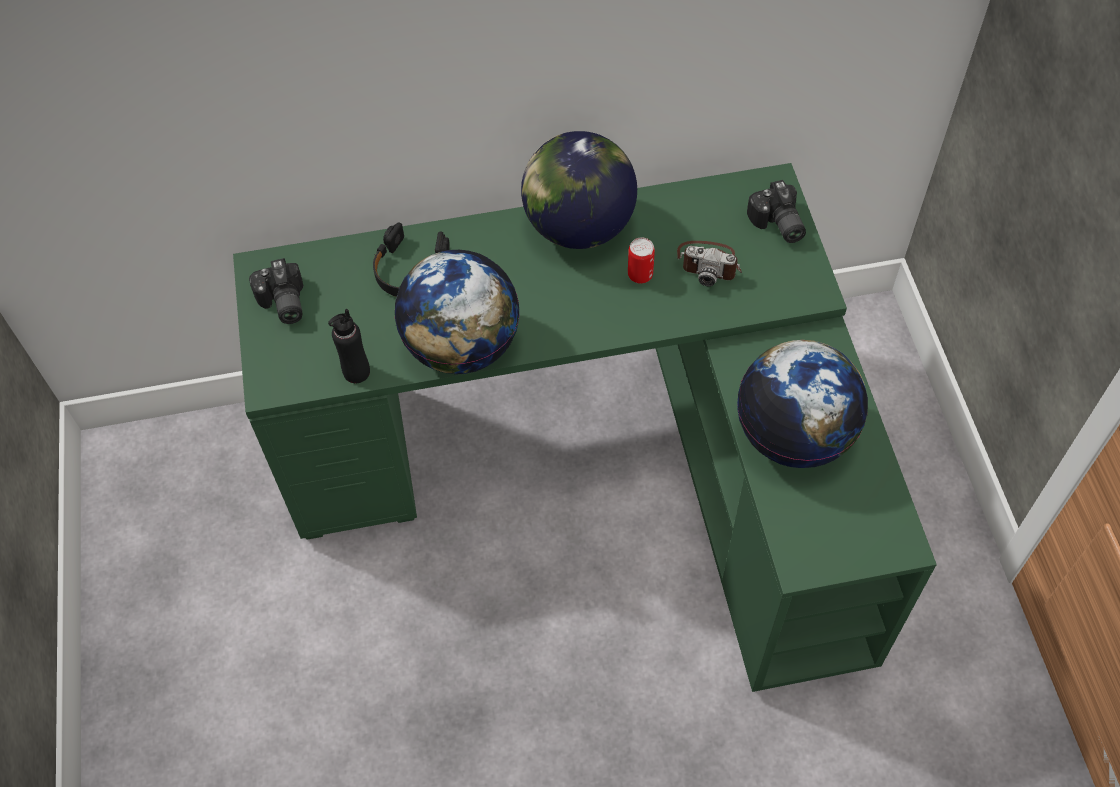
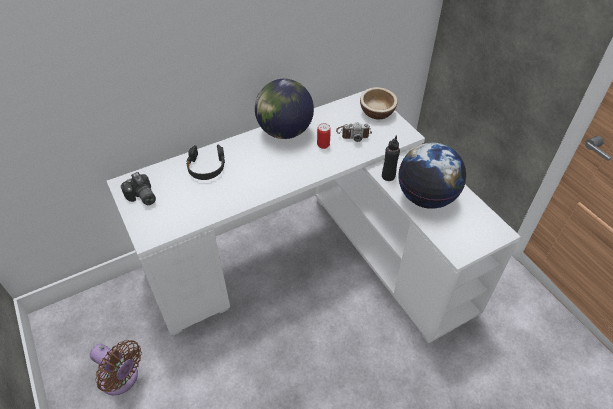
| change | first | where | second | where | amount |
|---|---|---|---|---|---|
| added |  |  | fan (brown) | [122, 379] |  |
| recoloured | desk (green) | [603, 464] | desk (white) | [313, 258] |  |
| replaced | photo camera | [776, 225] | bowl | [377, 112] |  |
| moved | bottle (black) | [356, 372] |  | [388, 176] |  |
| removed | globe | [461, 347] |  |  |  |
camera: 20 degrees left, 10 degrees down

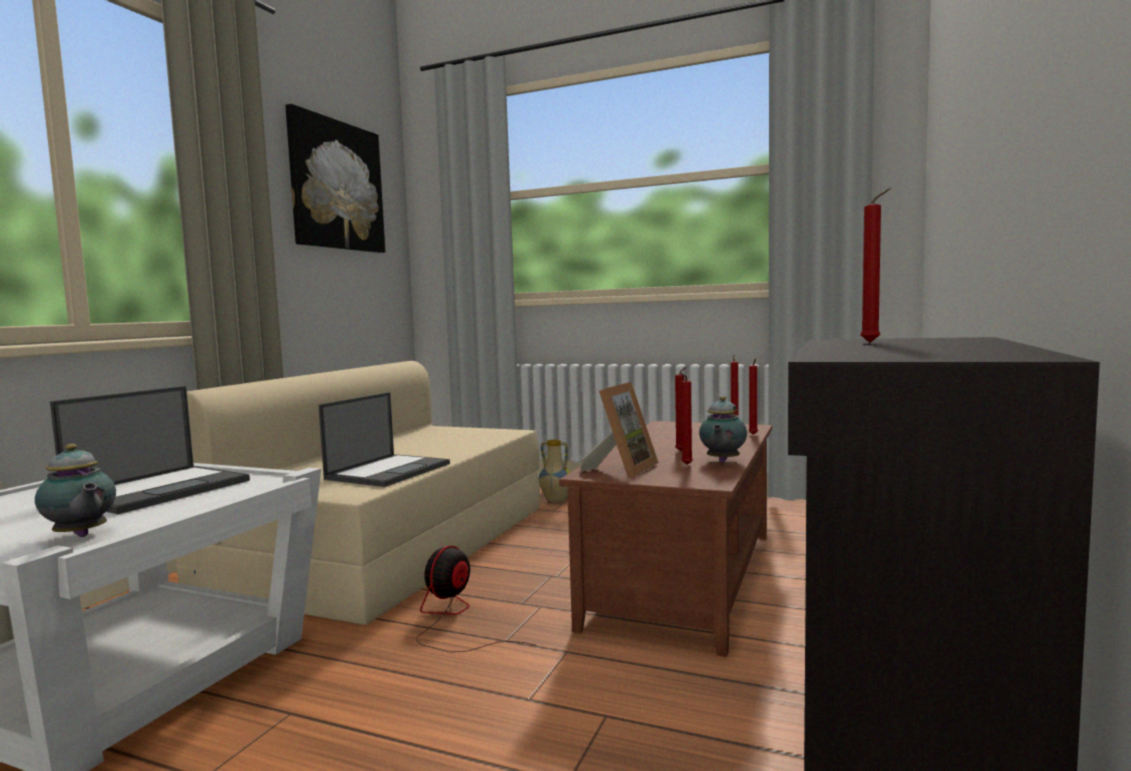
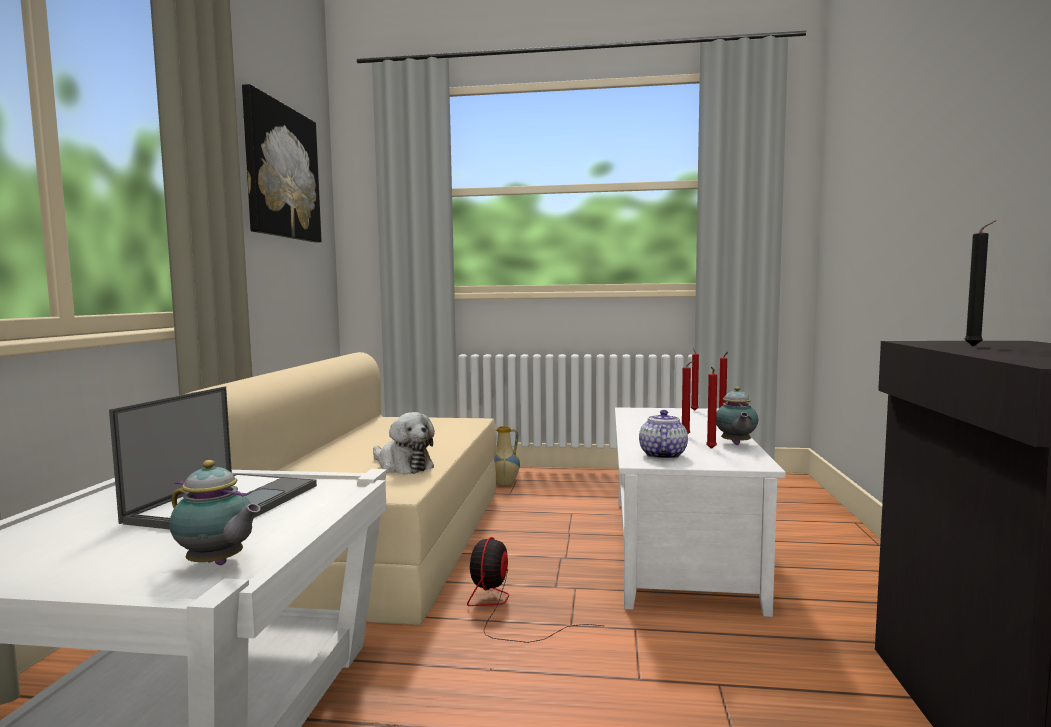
| change | first | where | second | where | amount |
|---|---|---|---|---|---|
| replaced | laptop | [389, 471] | plush toy | [402, 466] |  |
| recoloured | coffee table (brown) | [682, 577] | coffee table (white) | [676, 548] |  |
| replaced | picture frame | [622, 469] | teapot | [662, 455] |  |
| recoloured | candle (red) | [873, 342] | candle (black) | [976, 346] |  |
camera: 15 degrees left, 0 degrees up

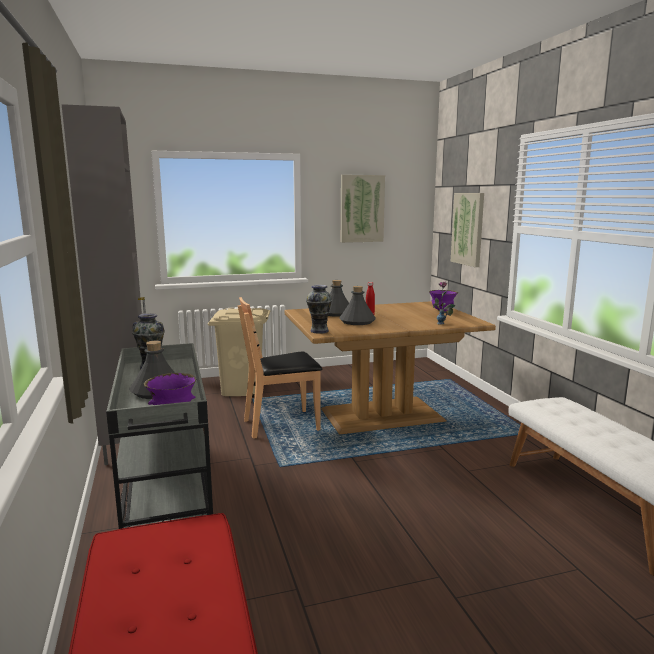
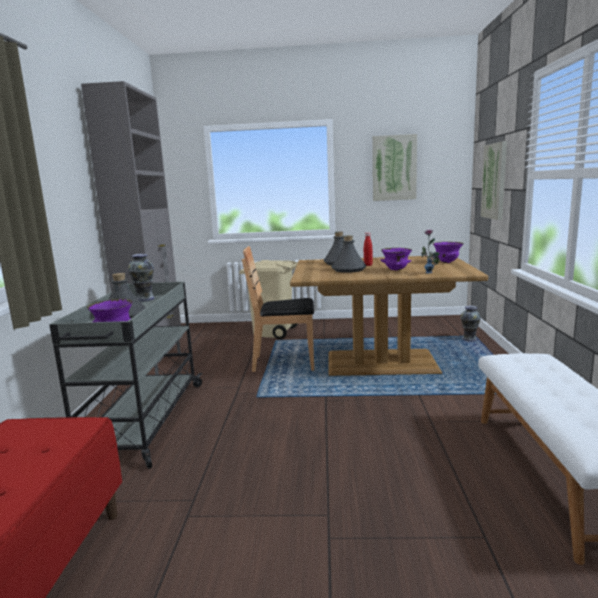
| change | first | where | second | where | amount |
|---|---|---|---|---|---|
| added |  |  | bowl (purple) | [396, 270] |  |
| moved | vase | [319, 331] |  | [469, 339] |  |
camera: 20 degrees right, 0 degrees up

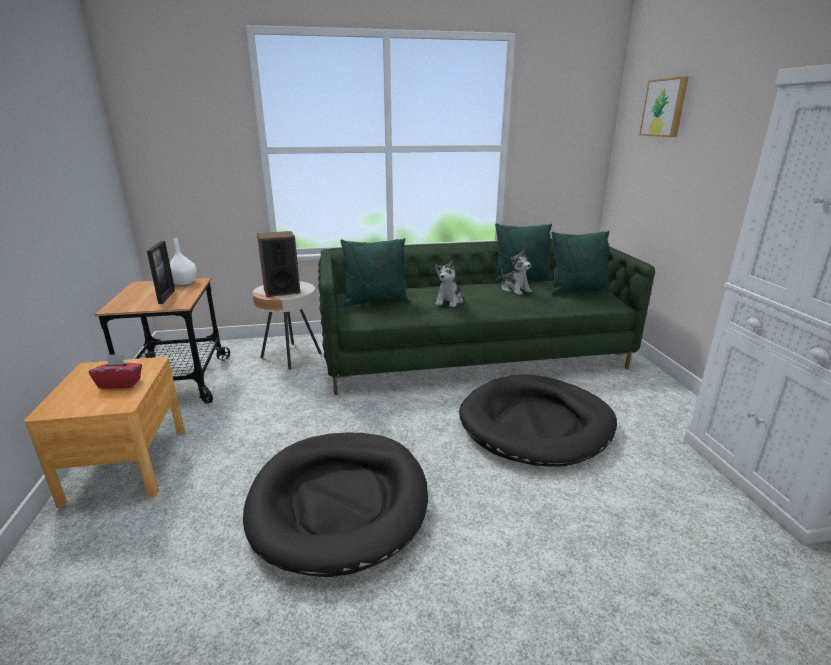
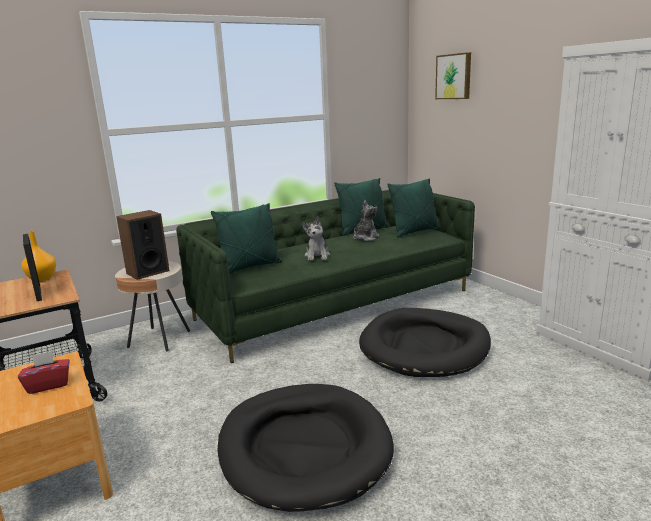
| change | first | where | second | where | amount |
|---|---|---|---|---|---|
| recoloured | vase (white) | [184, 282] | vase (orange) | [43, 278] |  |
| turned | plush toy | [515, 289] |  | [365, 238] | 90 degrees counterclockwise |
camera: 20 degrees left, 5 degrees down

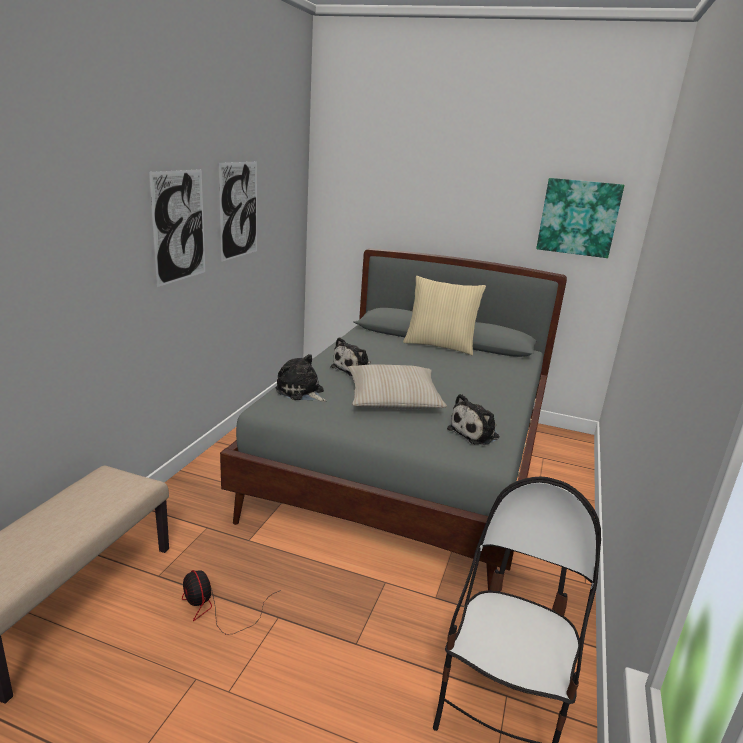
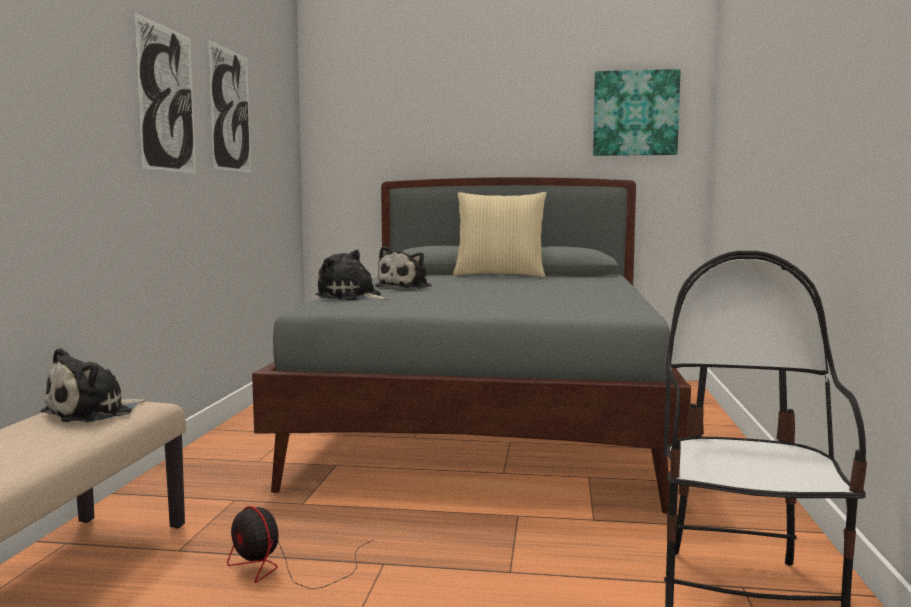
| change | first | where | second | where | amount |
|---|---|---|---|---|---|
| moved | plush toy | [476, 433] |  | [93, 412] |  |
| removed | pillow (beige) | [393, 398] |  |  |  |
camera: 10 degrees left, 15 degrees down

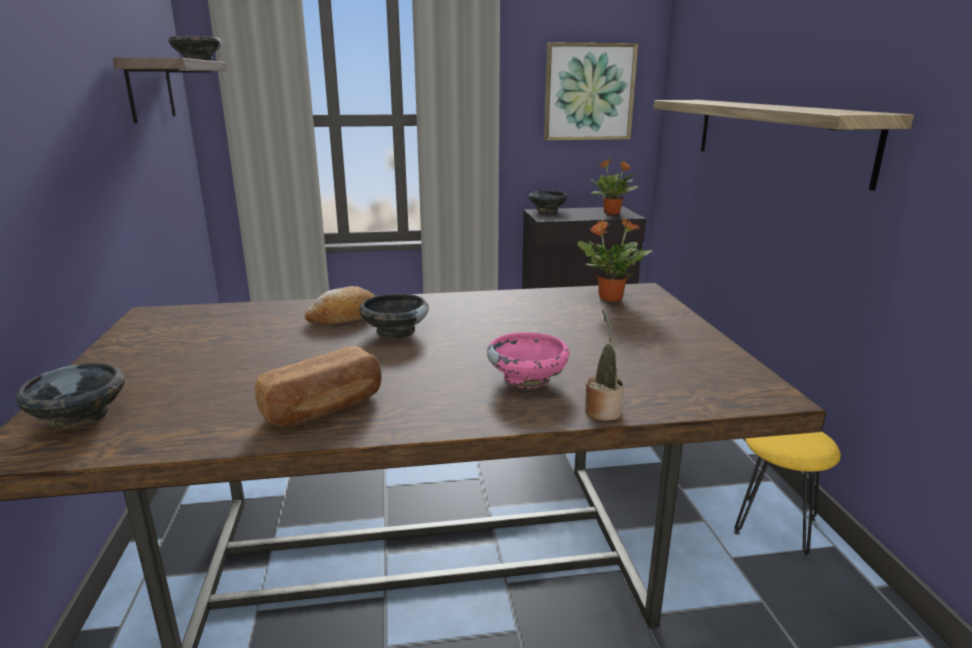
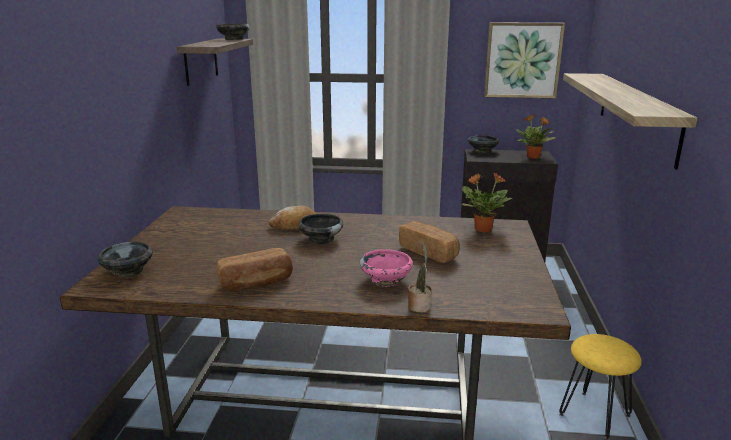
| change | first | where | second | where | amount |
|---|---|---|---|---|---|
| added |  |  | bread | [429, 252] |  |
camera: 15 degrees right, 0 degrees up

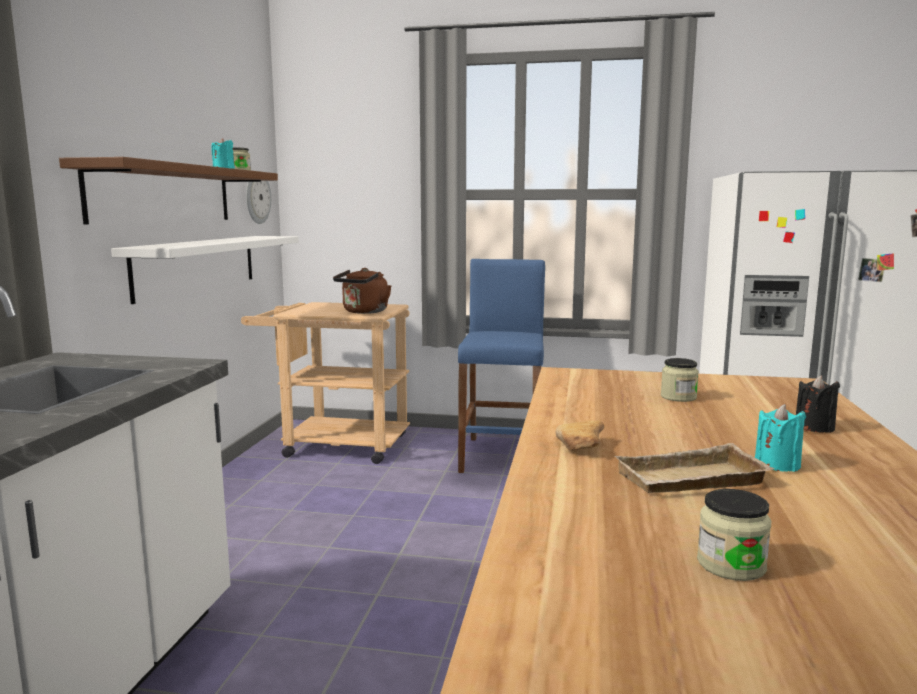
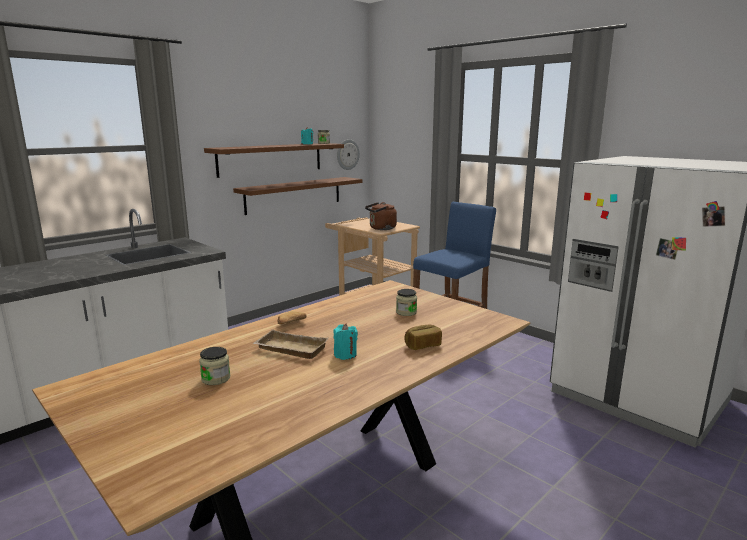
| change | first | where | second | where | amount |
|---|---|---|---|---|---|
| recoloured | shelf (white) | [198, 265] | shelf (brown) | [294, 195] |  |
| replaced | candle (black) | [814, 427] | bread | [422, 345] |  |
camera: 35 degrees right, 5 degrees up

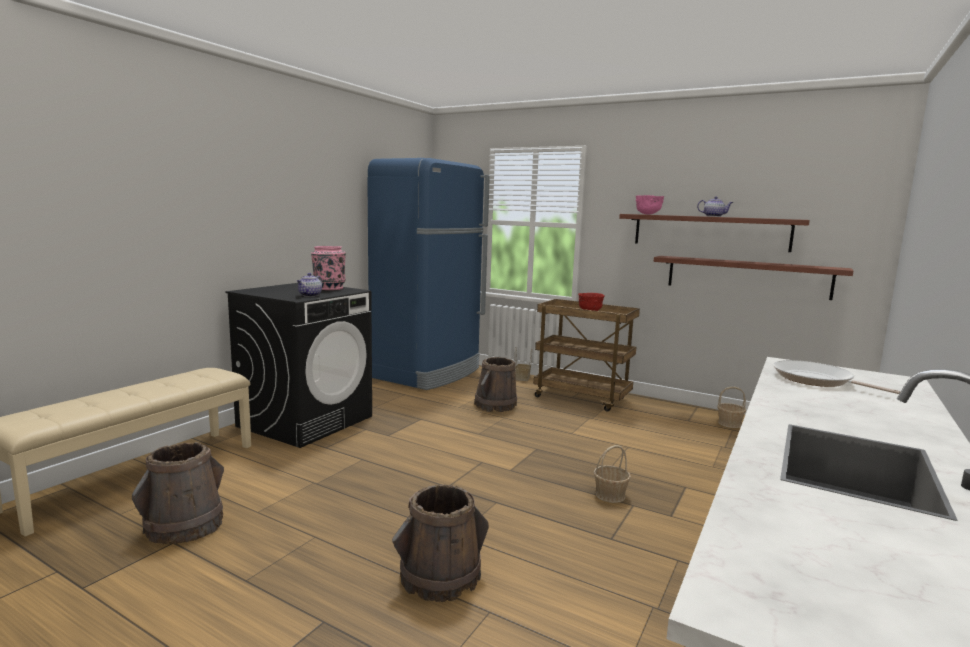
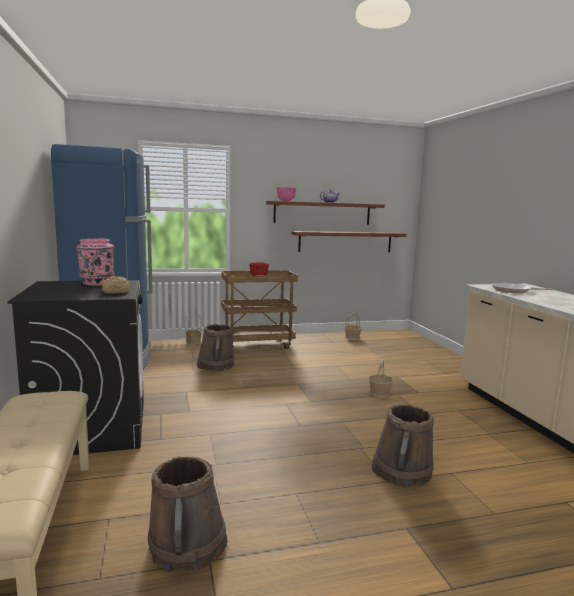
| change | first | where | second | where | amount |
|---|---|---|---|---|---|
| replaced | teapot | [310, 295] | bread | [117, 291] |  |
camera: 45 degrees left, 0 degrees up

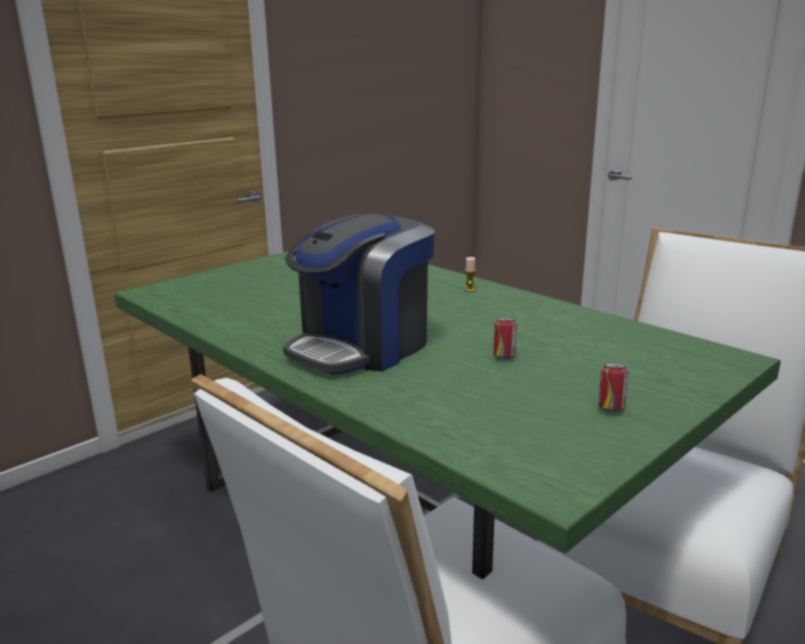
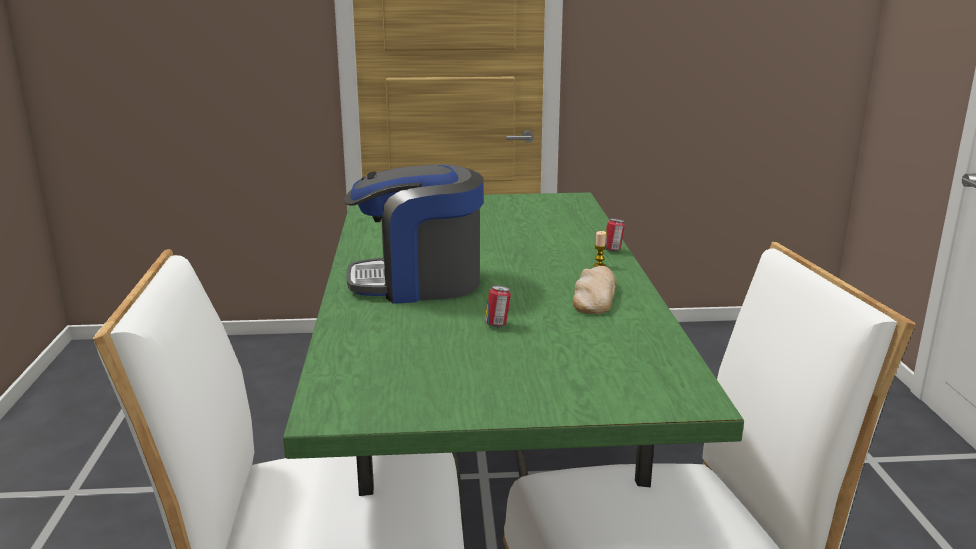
| change | first | where | second | where | amount |
|---|---|---|---|---|---|
| added |  |  | bread | [594, 295] |  |
| moved | can | [611, 409] |  | [613, 250] |  |
camera: 40 degrees right, 0 degrees up

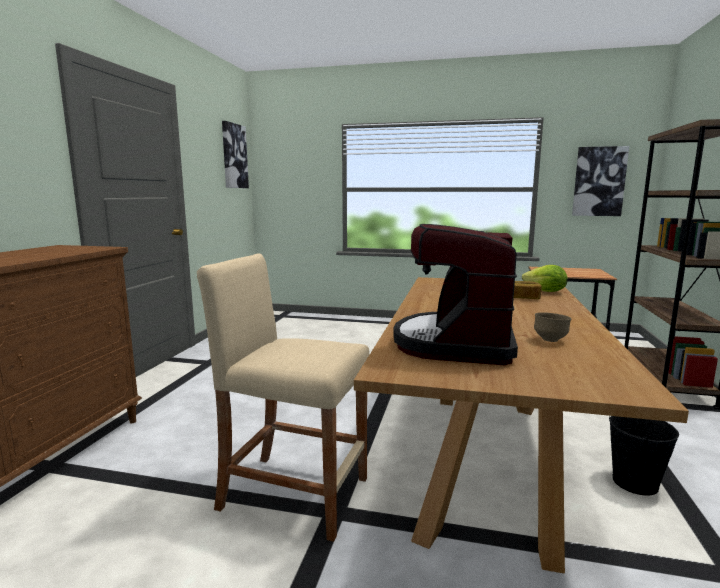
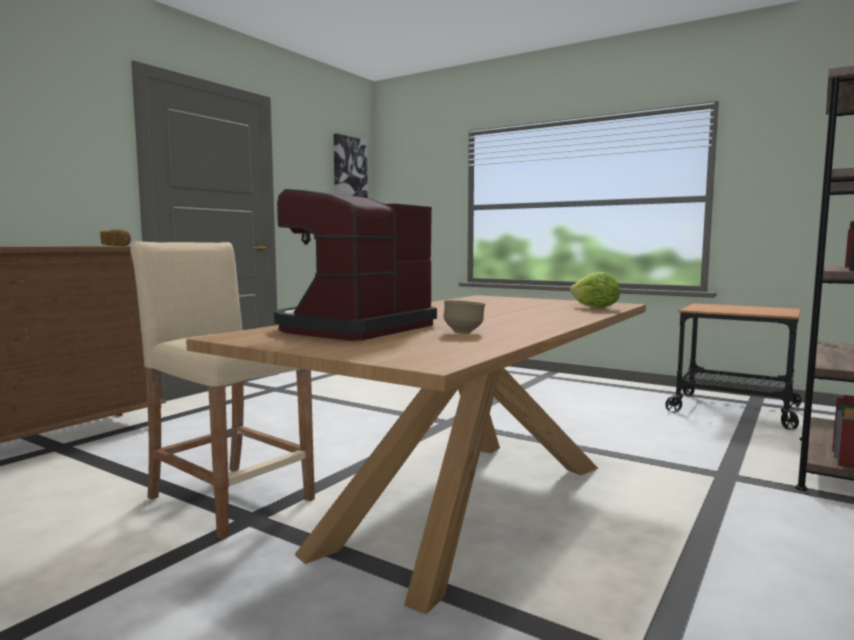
| change | first | where | second | where | amount |
|---|---|---|---|---|---|
| moved | bread | [524, 298] |  | [117, 246] |  |
| removed | picture | [599, 181] |  |  |  |
| removed | bucket (black) | [635, 482] |  |  |  |
camera: 20 degrees right, 5 degrees down

